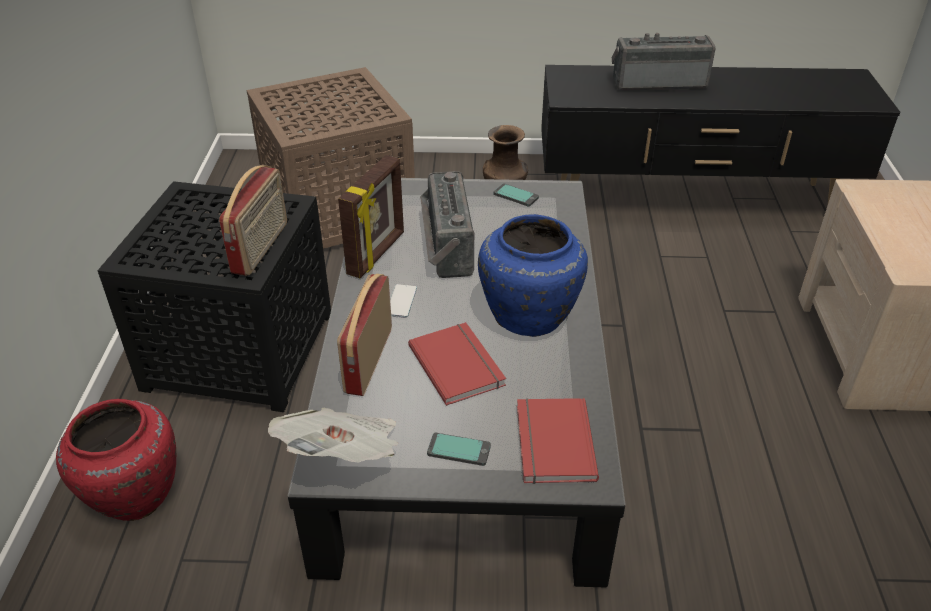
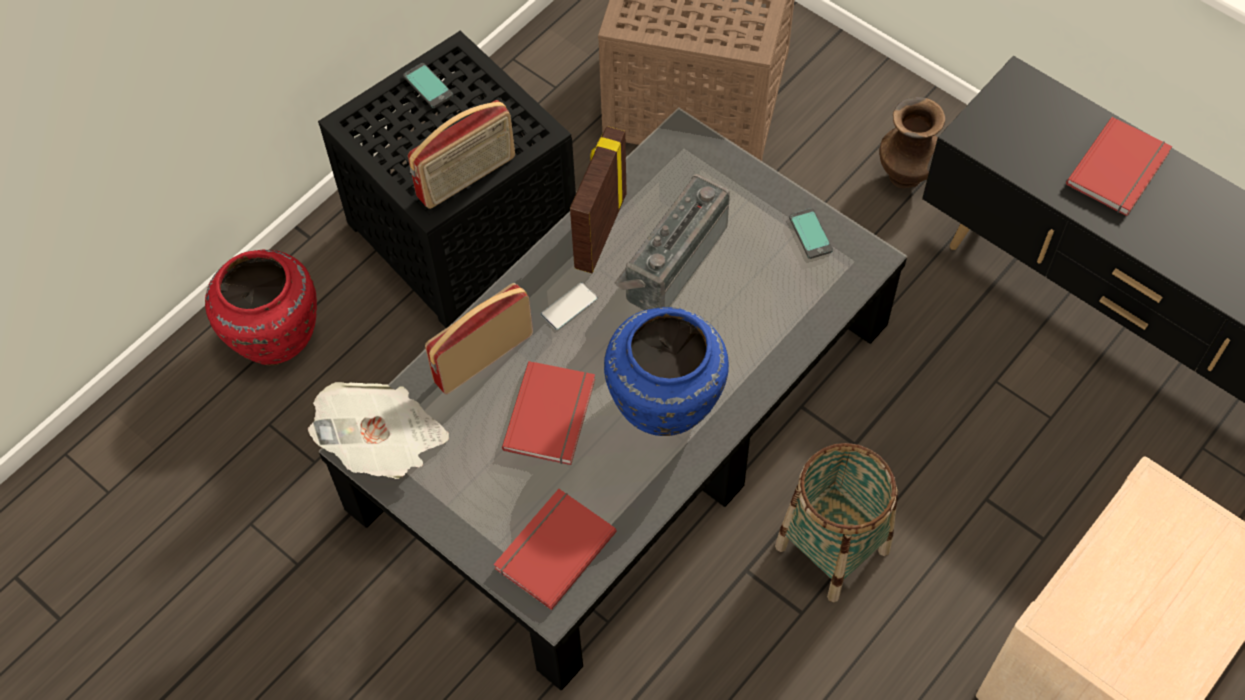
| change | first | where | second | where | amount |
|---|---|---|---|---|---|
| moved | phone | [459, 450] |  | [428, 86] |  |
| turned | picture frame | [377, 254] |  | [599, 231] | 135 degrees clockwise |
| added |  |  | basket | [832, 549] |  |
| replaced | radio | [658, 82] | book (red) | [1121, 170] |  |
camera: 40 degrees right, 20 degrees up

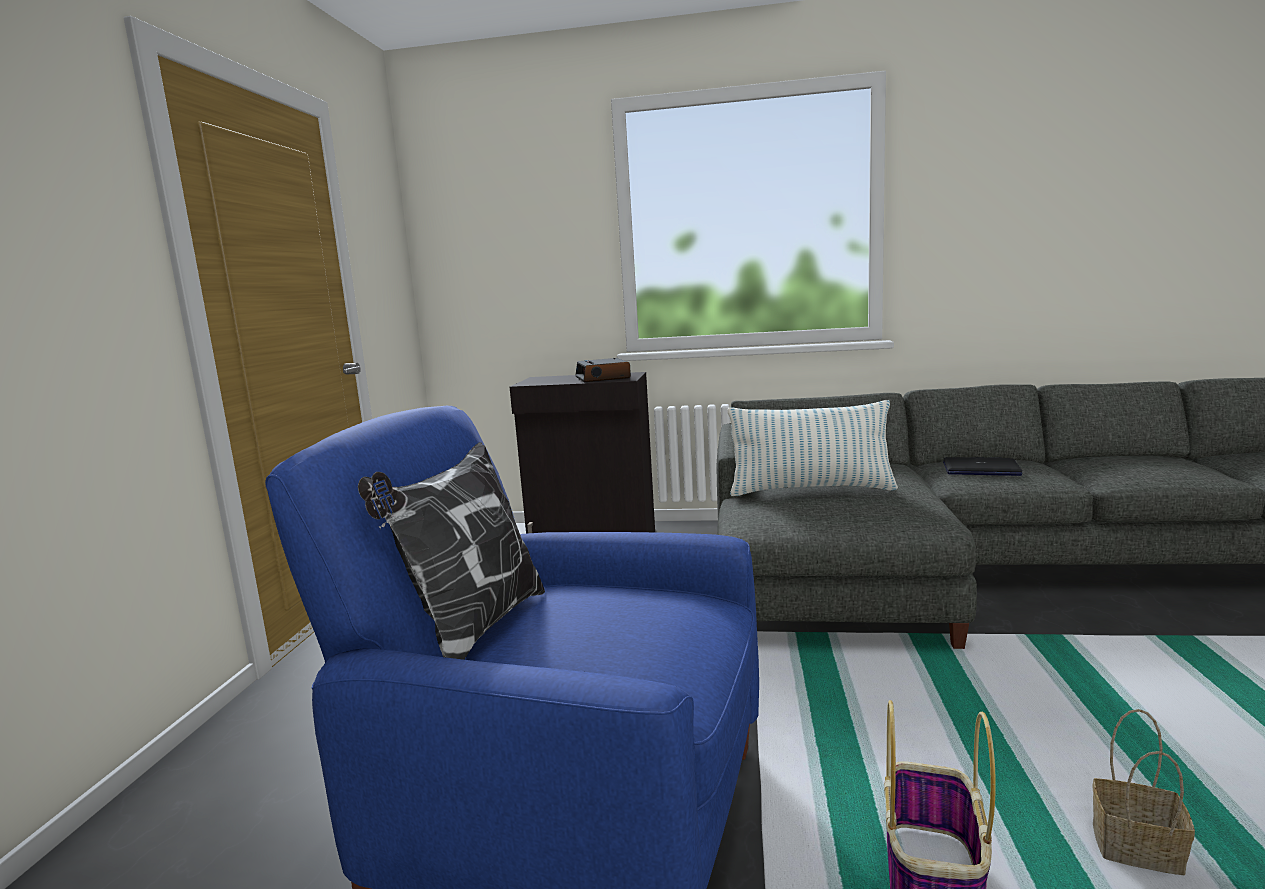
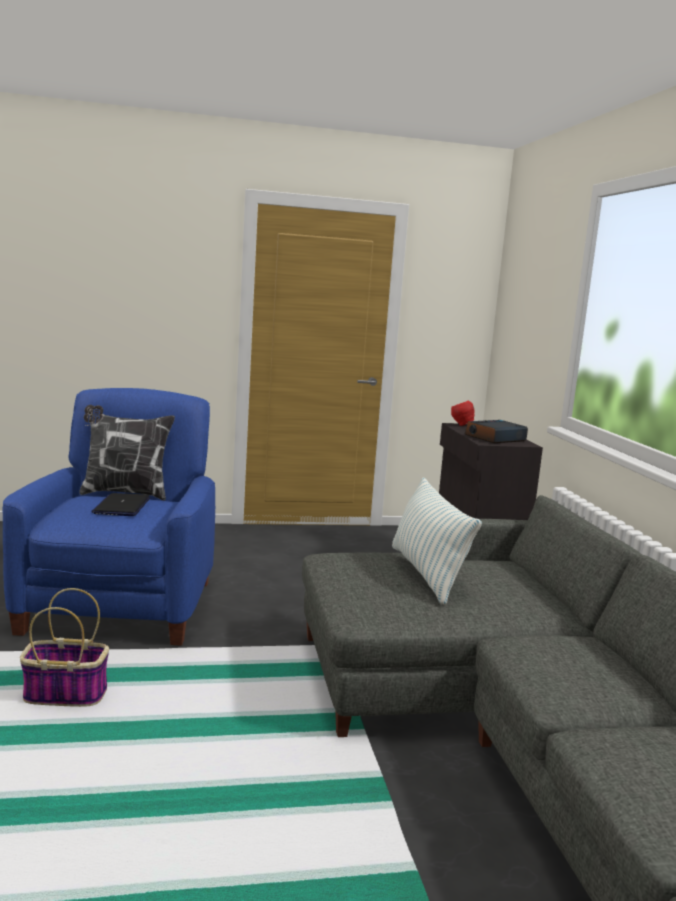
| change | first | where | second | where | amount |
|---|---|---|---|---|---|
| moved | laptop | [980, 469] |  | [122, 506] |  |
| added |  |  | bowl (red) | [461, 425] |  |
| removed | basket | [1133, 850] |  |  |  |
camera: 70 degrees right, 0 degrees up

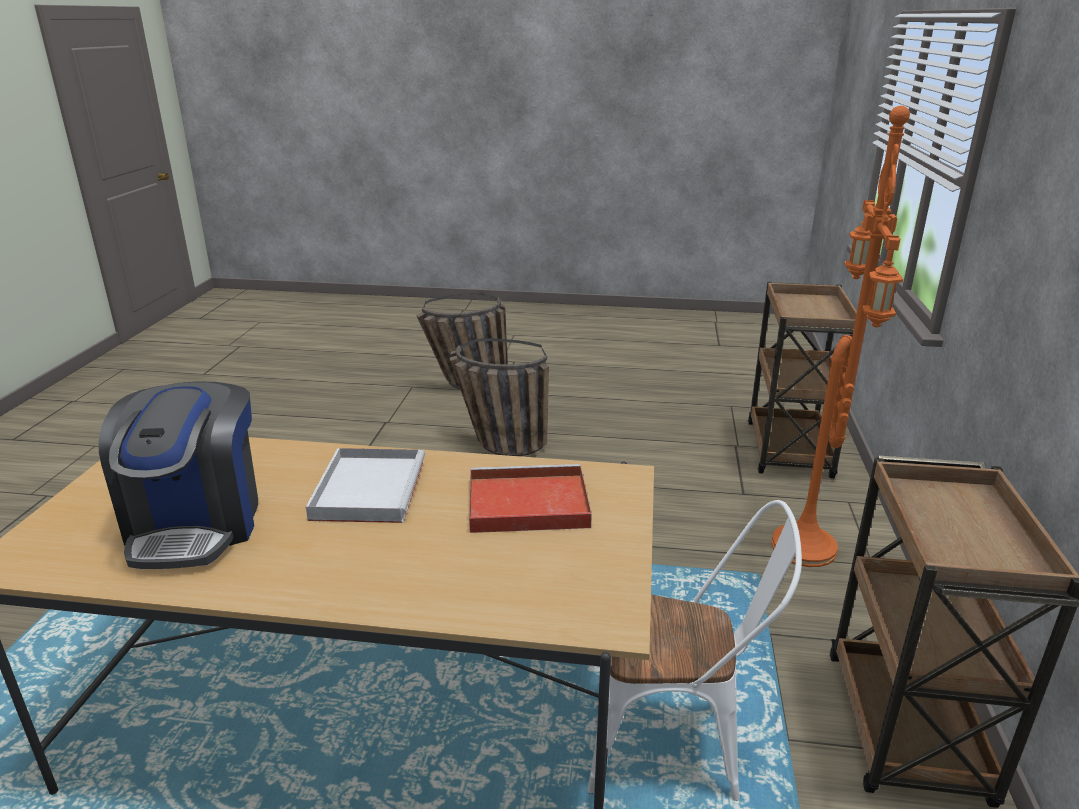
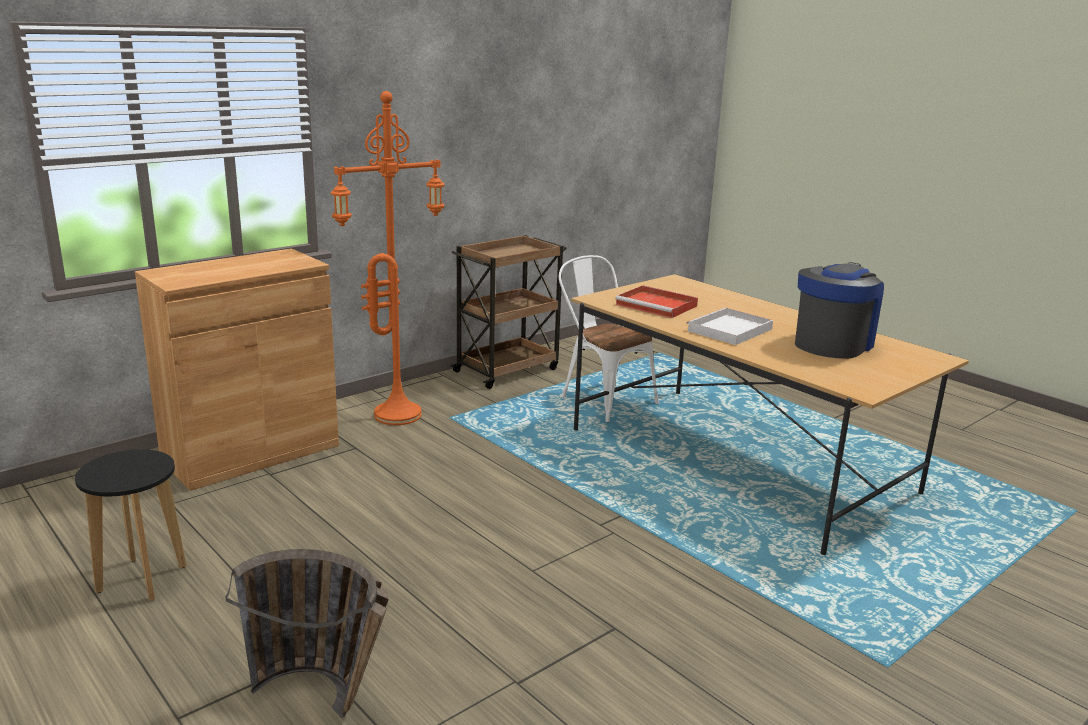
| change | first | where | second | where | amount |
|---|---|---|---|---|---|
| added |  |  | stool (black) | [141, 579] |  |
| replaced | cart (brown) | [789, 451] | cabinet (brown) | [251, 453] |  |
| removed | basket | [496, 444] |  |  |  |
camera: 140 degrees left, 5 degrees down

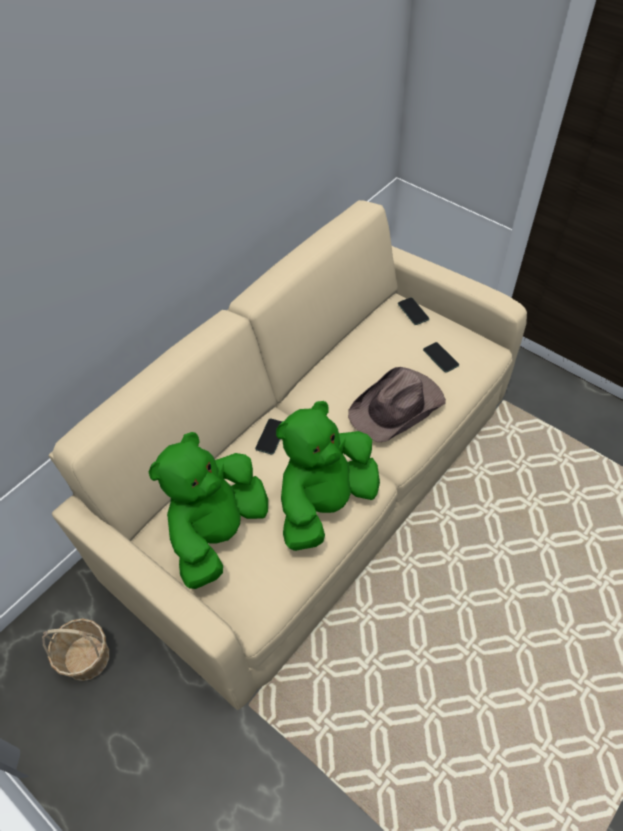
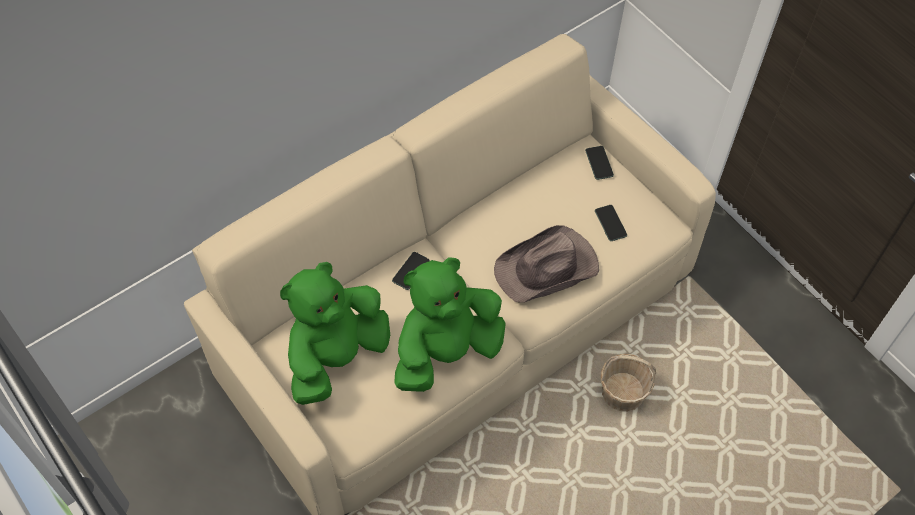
| change | first | where | second | where | amount |
|---|---|---|---|---|---|
| moved | basket | [86, 657] |  | [622, 392] |  |
camera: 10 degrees right, 5 degrees up

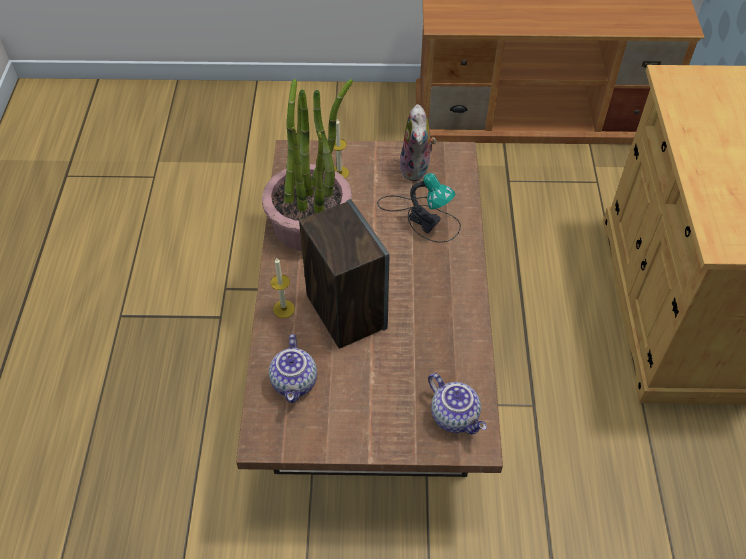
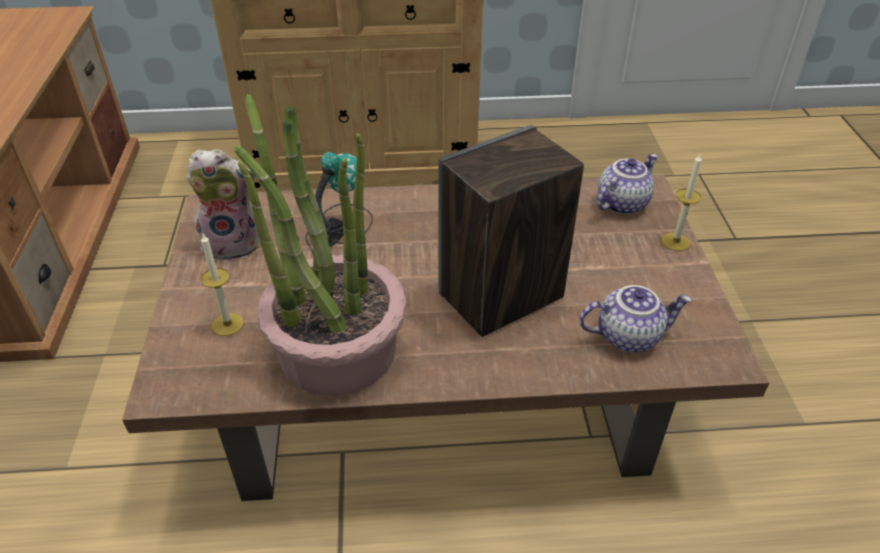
| change | first | where | second | where | amount |
|---|---|---|---|---|---|
| moved | candle | [284, 309] |  | [675, 242] |  |
camera: 95 degrees left, 10 degrees down

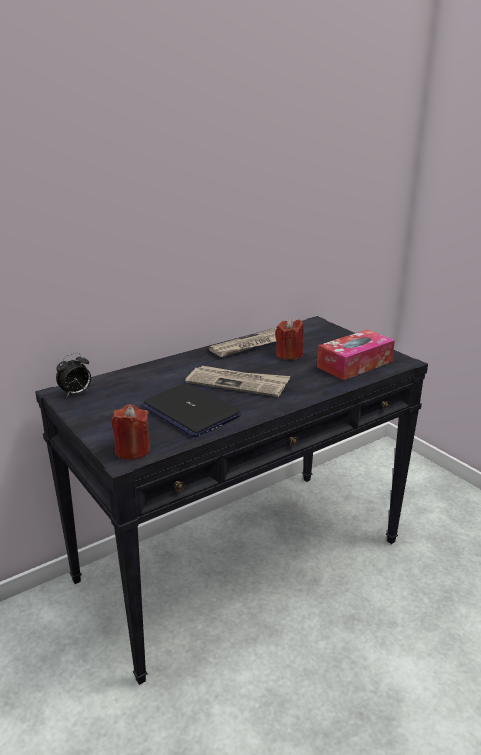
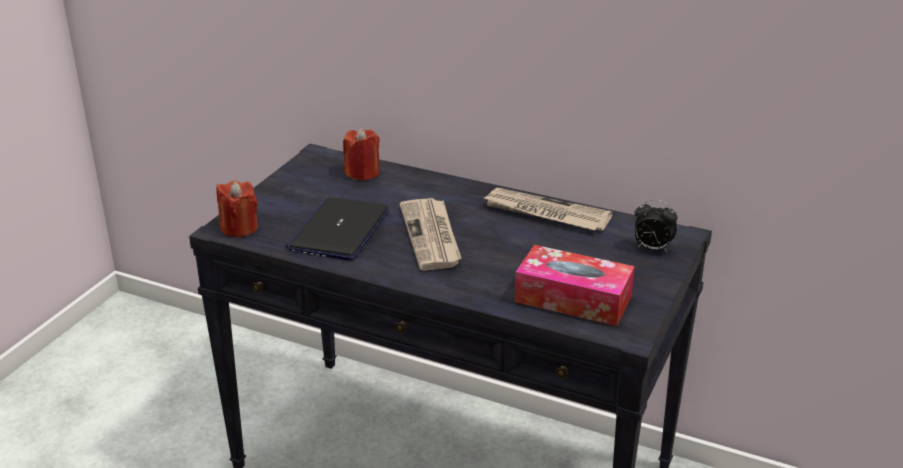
| change | first | where | second | where | amount |
|---|---|---|---|---|---|
| moved | candle (red) | [289, 355] |  | [362, 173] |  |
| moved | alarm clock | [76, 393] |  | [652, 249] |  |
camera: 60 degrees right, 5 degrees up

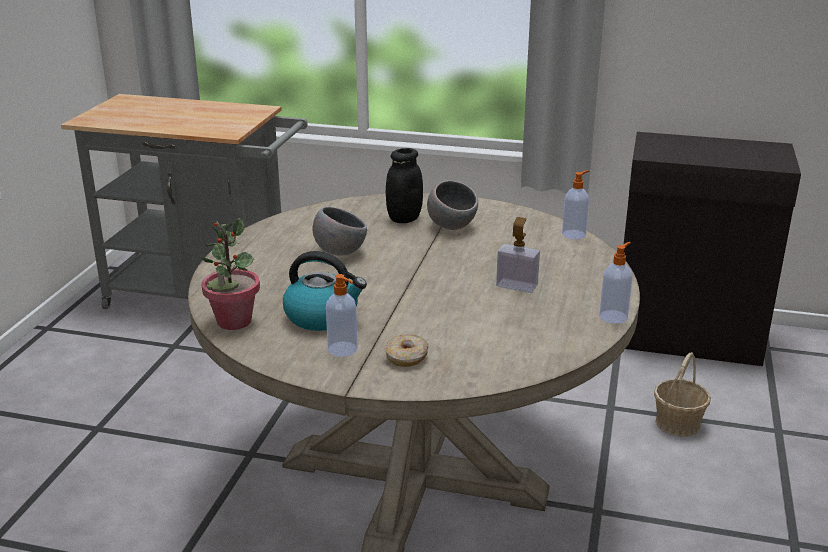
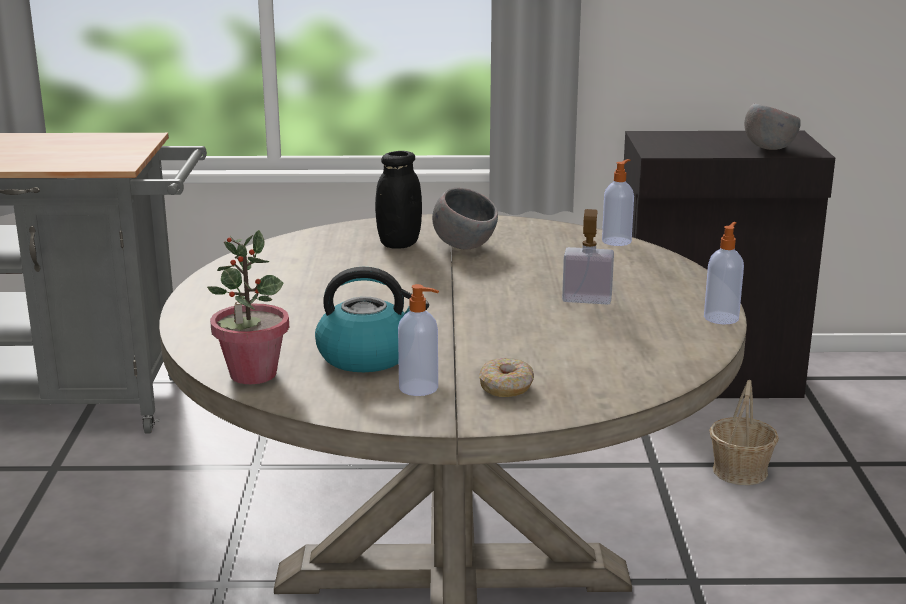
| change | first | where | second | where | amount |
|---|---|---|---|---|---|
| moved | bowl (grey) | [339, 252] |  | [768, 149] |  |
camera: 15 degrees left, 5 degrees down

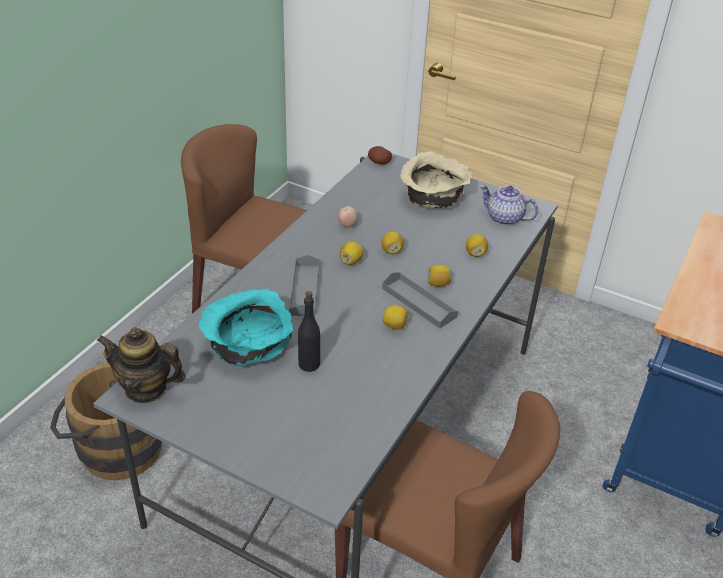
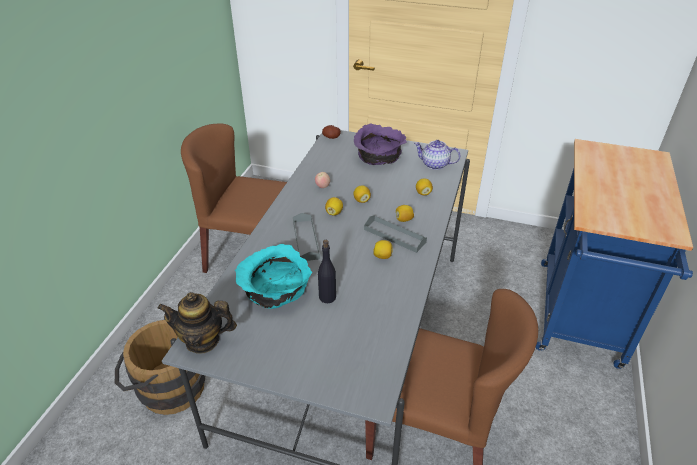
| change | first | where | second | where | amount |
|---|---|---|---|---|---|
| recoloured | bowl (beige) | [433, 197] | bowl (purple) | [378, 157] |  |
camera: 10 degrees left, 0 degrees up

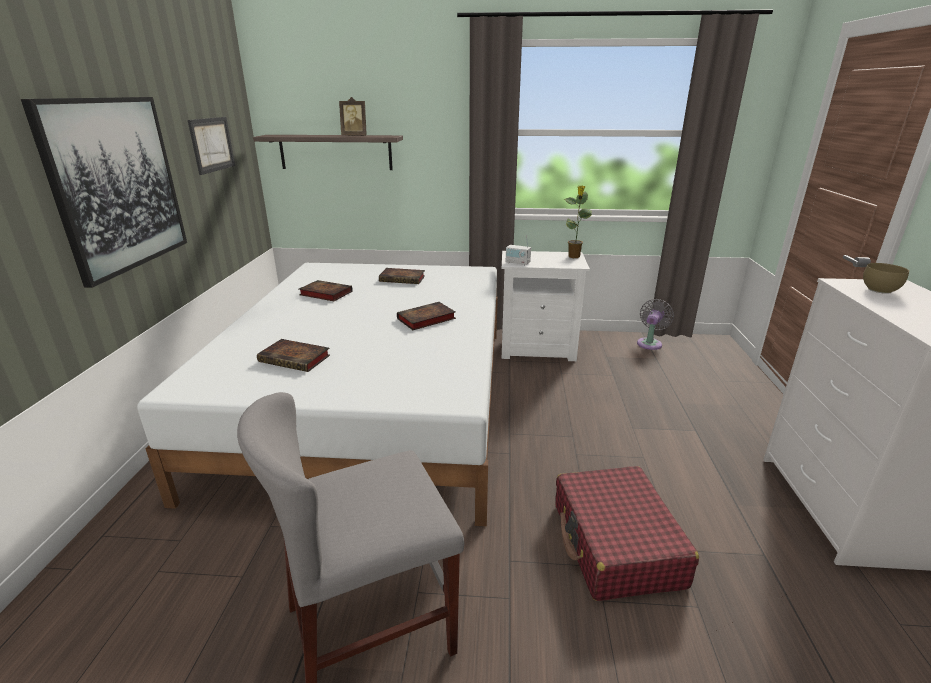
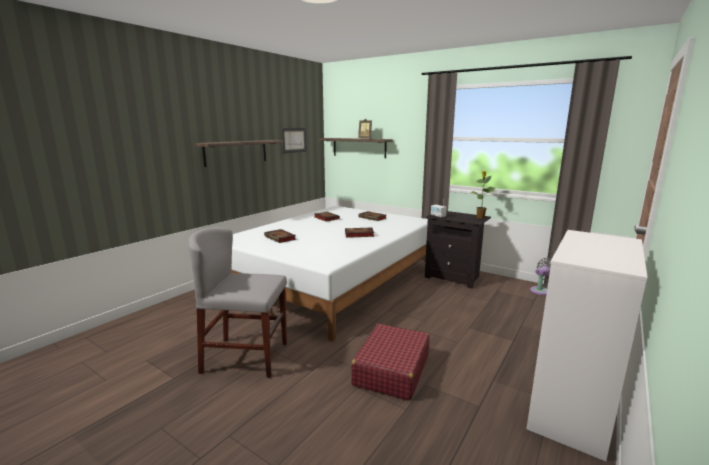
| change | first | where | second | where | amount |
|---|---|---|---|---|---|
| replaced | picture | [117, 185] | shelf | [236, 152] |  |
| recoloured | nightstand (white) | [538, 348] | nightstand (black) | [454, 277] |  |
| removed | bowl (brown) | [879, 290] |  |  |  |
camera: 30 degrees right, 10 degrees down

